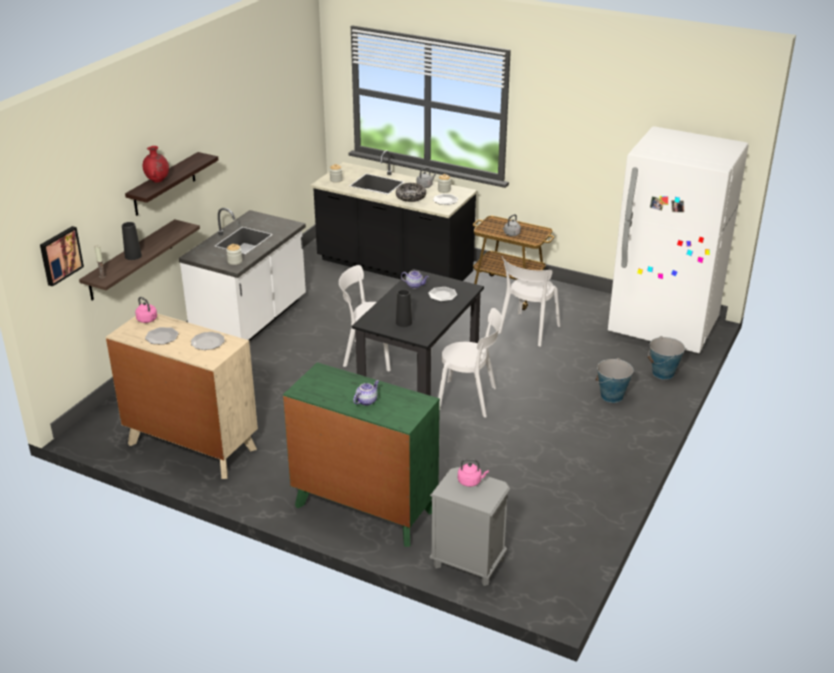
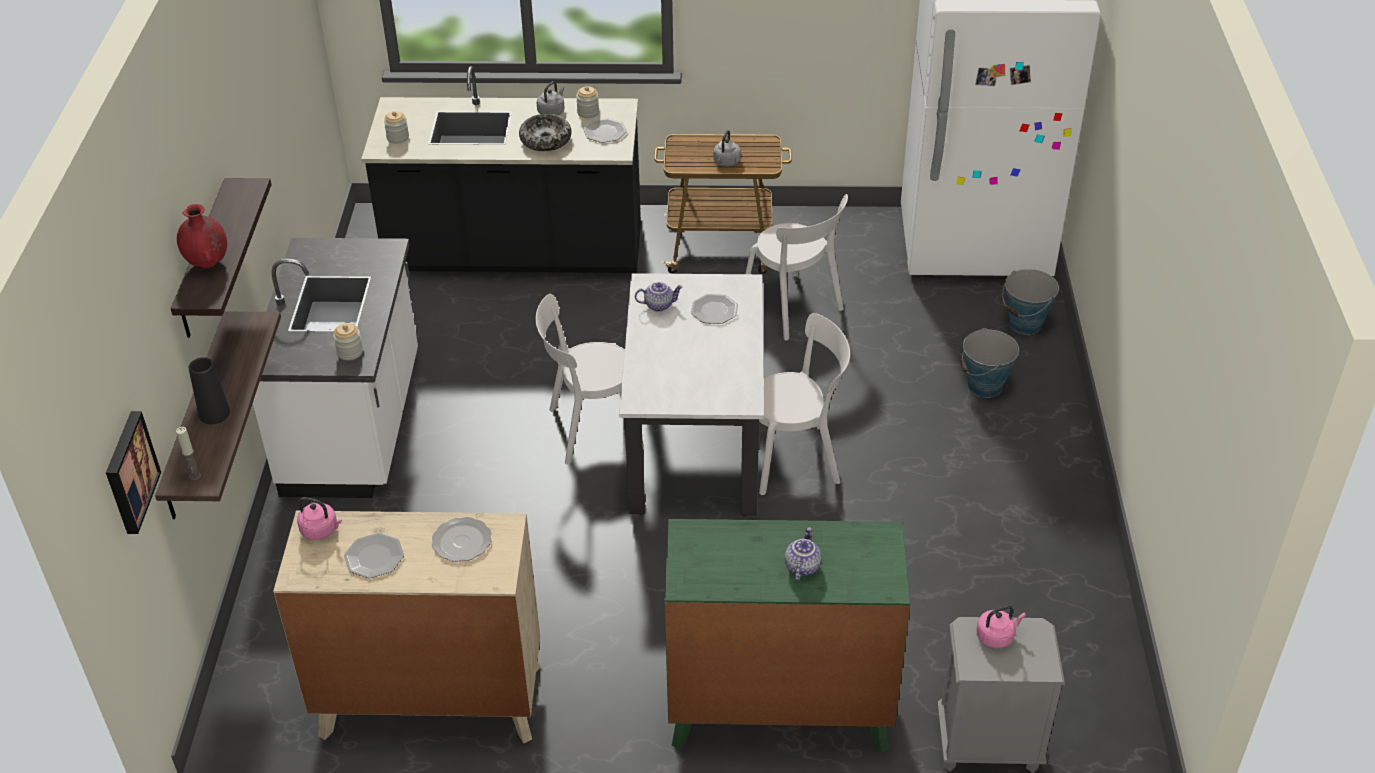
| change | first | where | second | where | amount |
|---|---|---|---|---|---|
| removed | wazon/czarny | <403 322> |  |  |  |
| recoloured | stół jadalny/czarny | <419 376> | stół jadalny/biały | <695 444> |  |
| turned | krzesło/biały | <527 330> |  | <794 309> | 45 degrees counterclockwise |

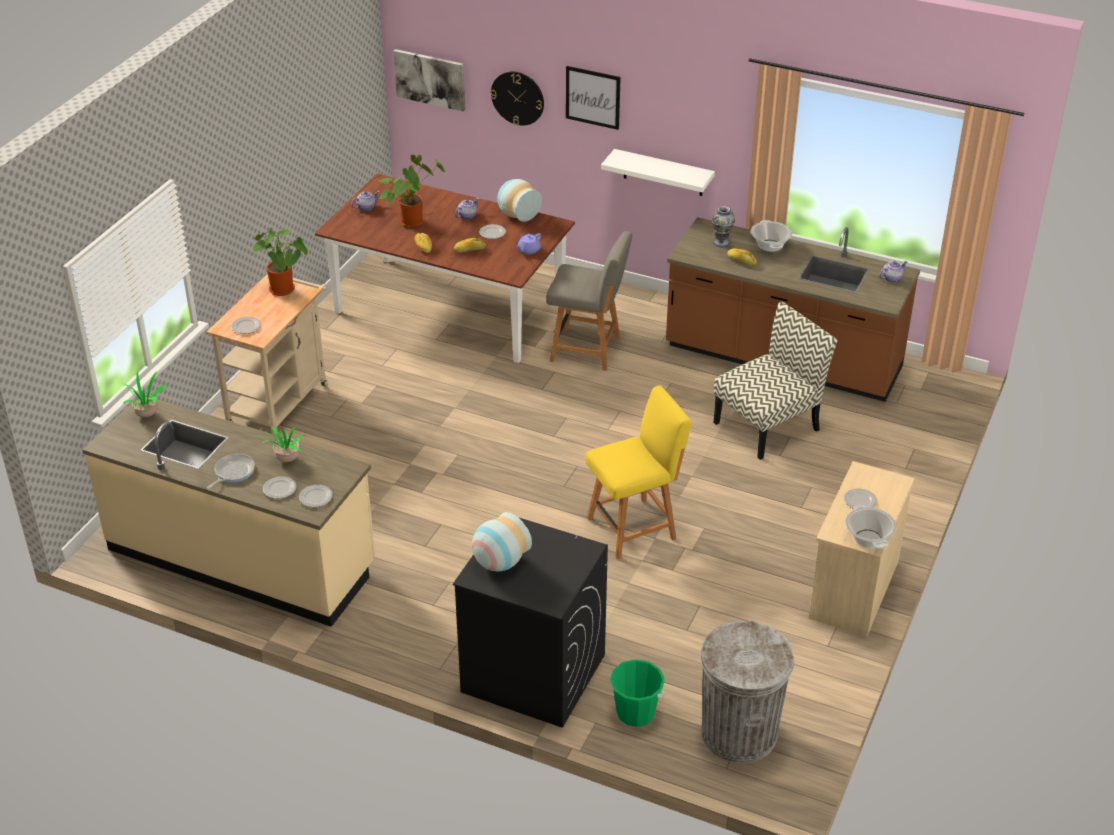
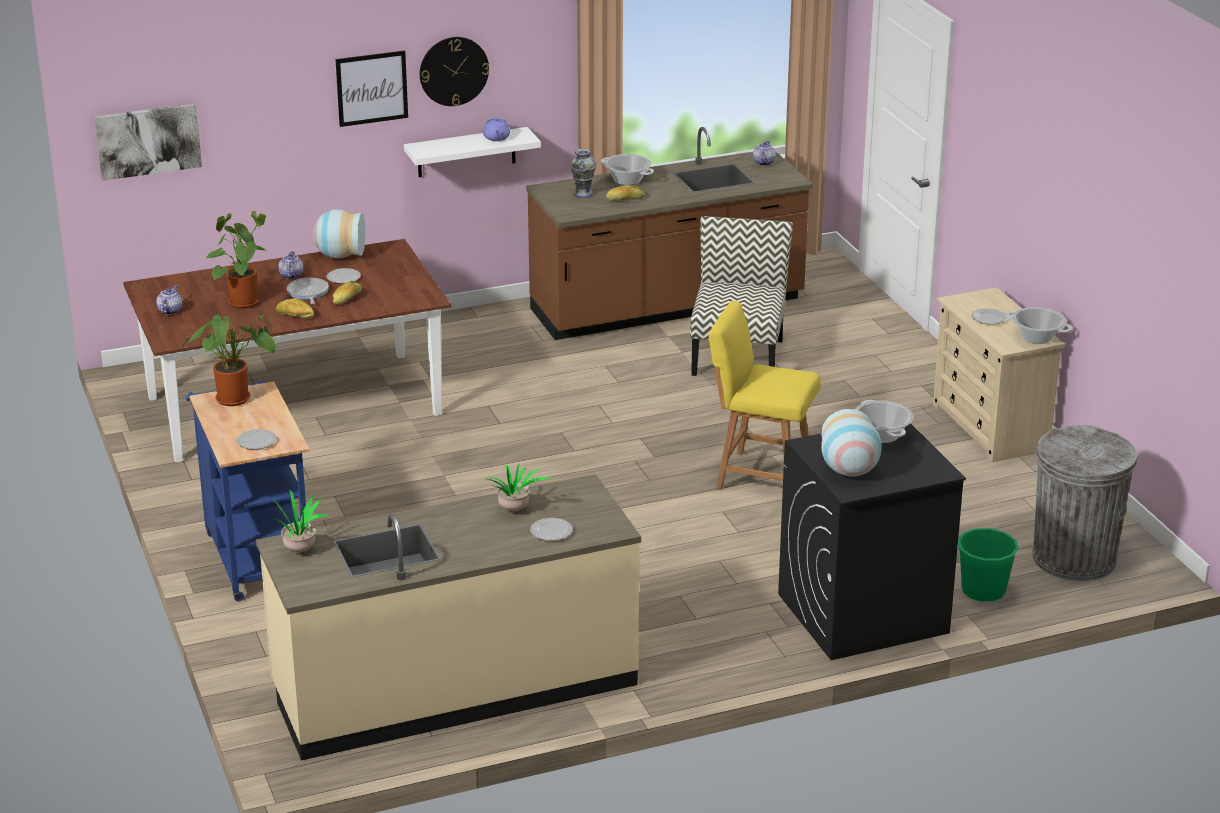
| change | first | where | second | where | amount |
|---|---|---|---|---|---|
| removed | talerz | <316 497> |  |  |  |
| removed | krzesło/szary | <588 349> |  |  |  |
| added |  |  | garnek | <882 435> |  |
| moved | patelnia | <233 472> |  | <308 293> |  |
| moved | zegar ścienny | <517 98> |  | <454 71> |  |
| moved | imbryk/fioletowy | <528 250> |  | <496 138> |  |
| recoloured | wózek/beżowy | <281 401> | wózek/niebieski | <256 555> |  |
| turned | krzesło/żółty | <634 527> |  | <760 476> | 90 degrees counterclockwise |

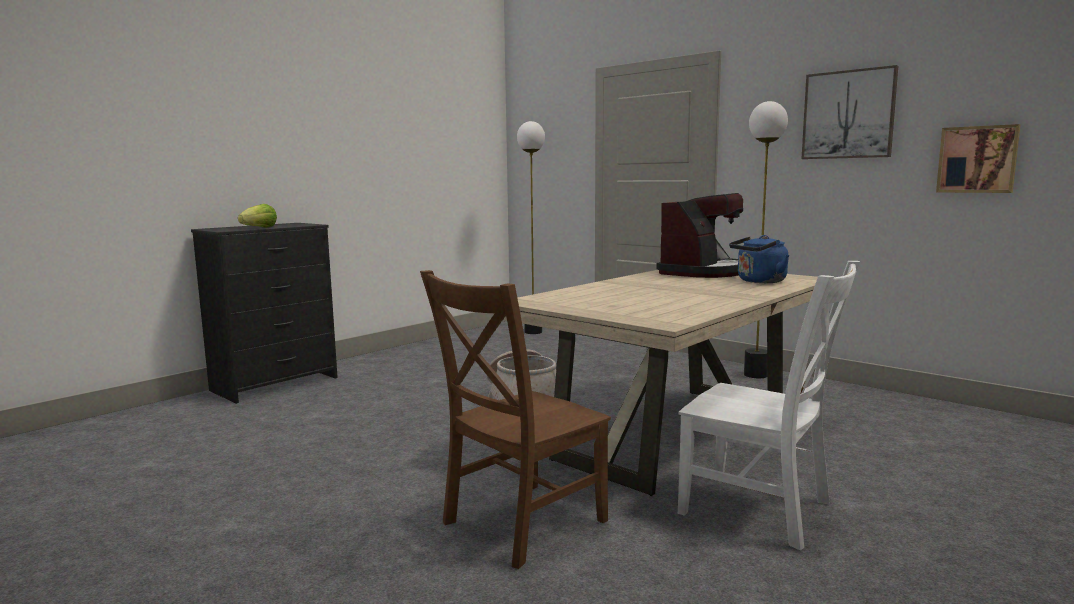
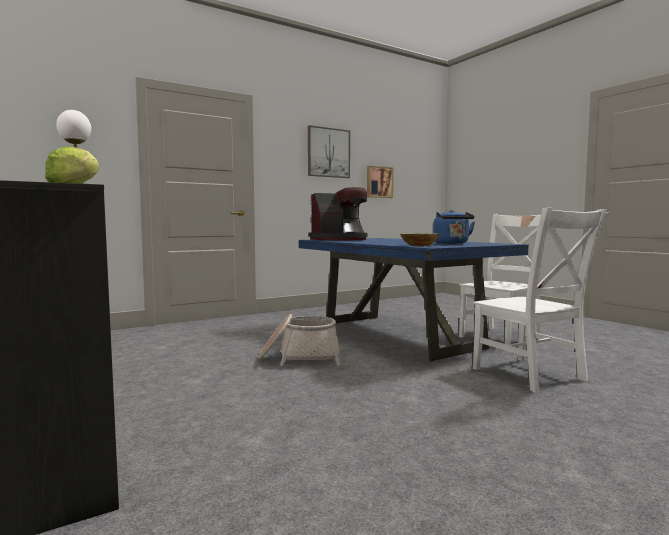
| change | first | where | second | where | amount |
|---|---|---|---|---|---|
| removed | lampa stojąca | <755 375> |  |  |  |
| added |  |  | miska | <419 245> |  |
| moved | czajnik/niebieski | <759 281> |  | <452 243> |  |
| recoloured | krzesło/brązowy | <519 524> | krzesło/biały | <531 376> |  |
| recoloured | stół jadalny/beżowy | <675 434> | stół jadalny/niebieski | <397 335> |  |
| turned | ekspres do kawy | <703 272> |  | <339 239> | 105 degrees clockwise |

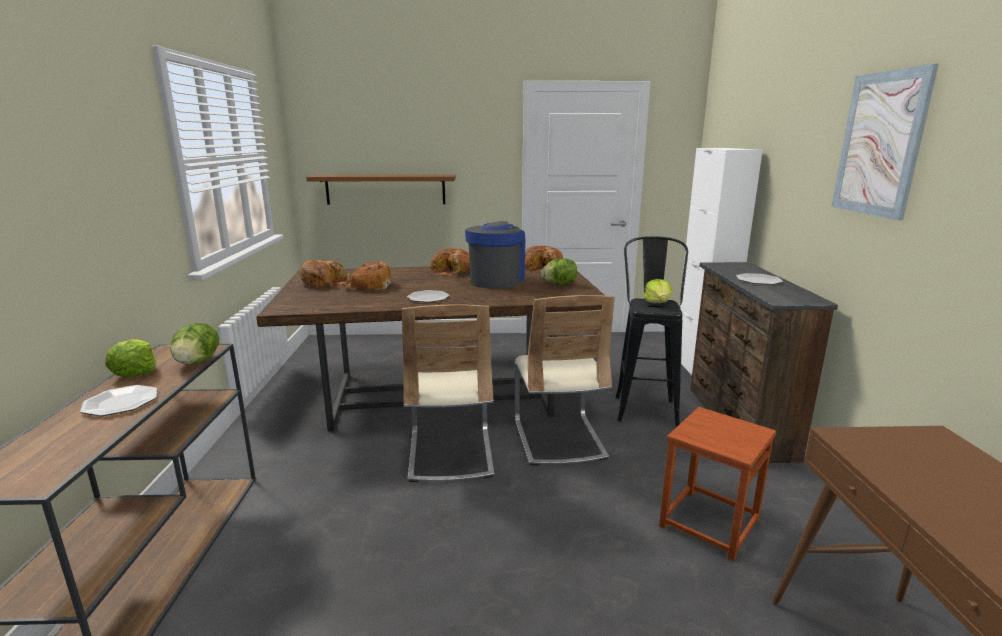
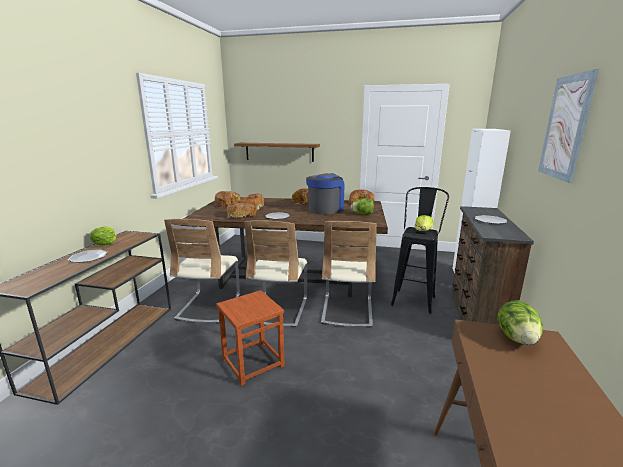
| change | first | where | second | where | amount |
|---|---|---|---|---|---|
| added |  |  | krzesło/beżowy | <209 307> |  |
| added |  |  | chleb | <241 215> |  |
| moved | sałata | <197 362> |  | <517 338> |  |
| moved | stołek/brązowy | <708 522> |  | <253 362> |  |

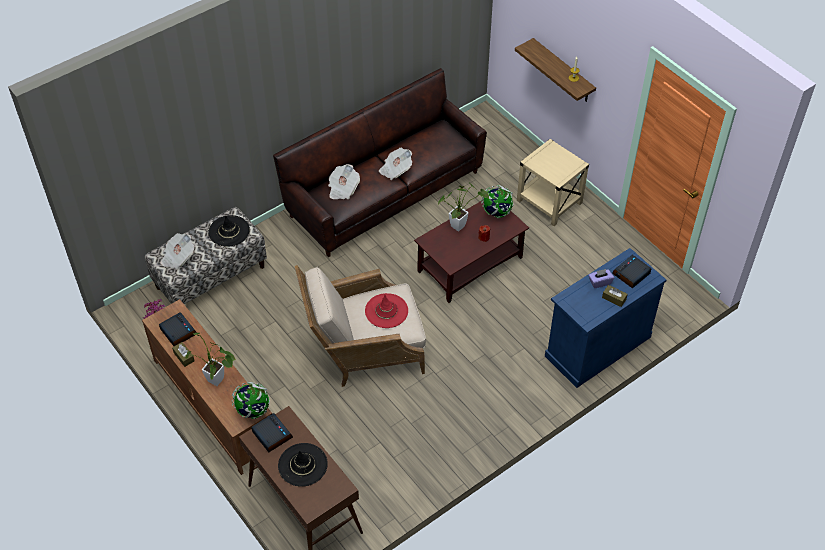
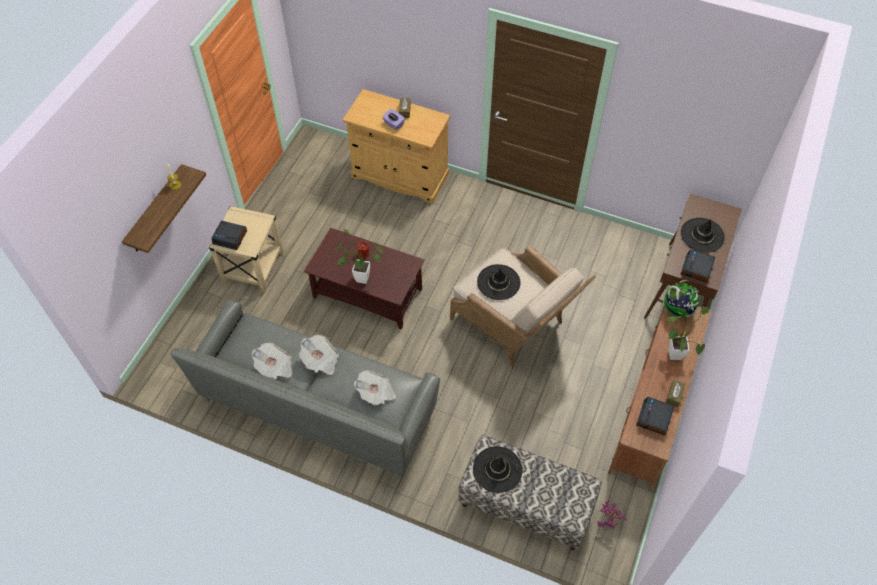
| change | first | where | second | where | amount |
|---|---|---|---|---|---|
| removed | globus | <496 212> |  |  |  |
| moved | gazeta | <178 257> |  | <274 367> |  |
| moved | budzik | <631 274> |  | <230 237> |  |
| recoloured | kanapa/brązowy | <384 194> | kanapa/szary | <317 407> |  |
| recoloured | kapelusz/czerwony | <386 311> | kapelusz/czarny | <498 282> |  |
| recoloured | szafka/niebieski | <597 346> | szafka/beżowy | <399 175> |  |

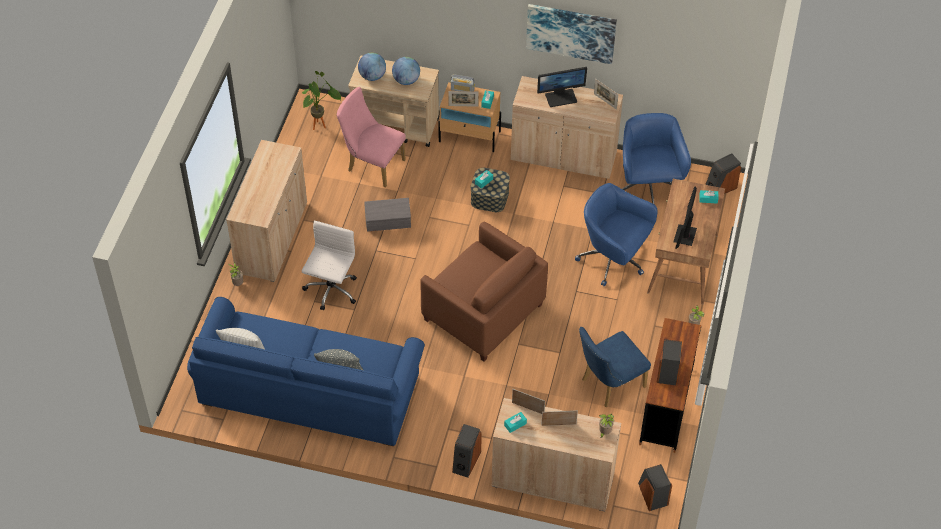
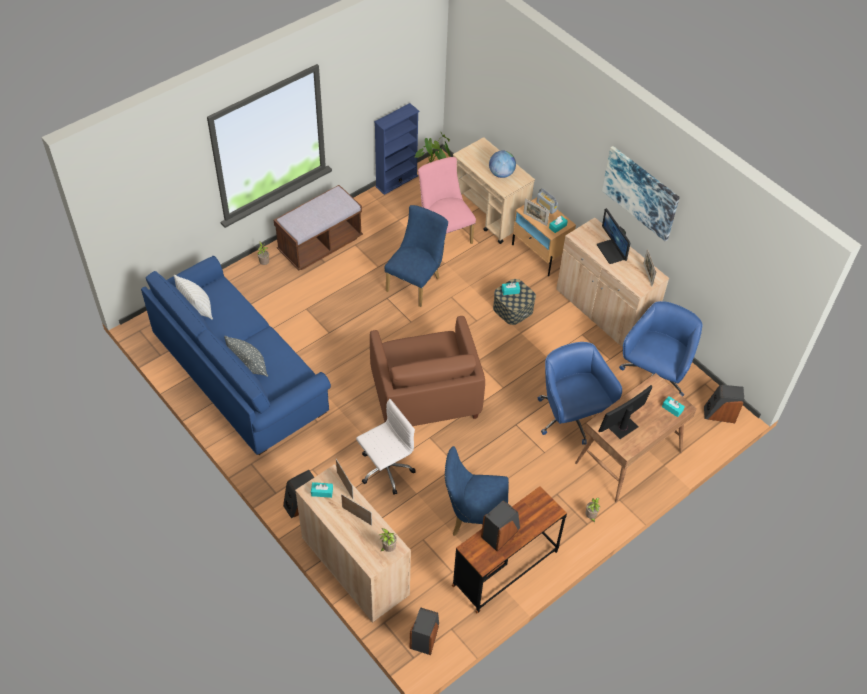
| change | first | where | second | where | amount |
|---|---|---|---|---|---|
| removed | globus | <372 76> |  |  |  |
| added |  |  | regał/niebieski | <396 181> |  |
| moved | krzesło biurowe/biały | <331 291> |  | <385 470> |  |
| replaced | szafka/beżowy | <272 238> | ławka/brązowy | <320 245> |  |
| replaced | pojemnik do przechowywania/szary | <388 222> | krzesło/niebieski | <416 282> |  |
| turned | monitor | <561 97> |  | <612 251> | 45 degrees clockwise |

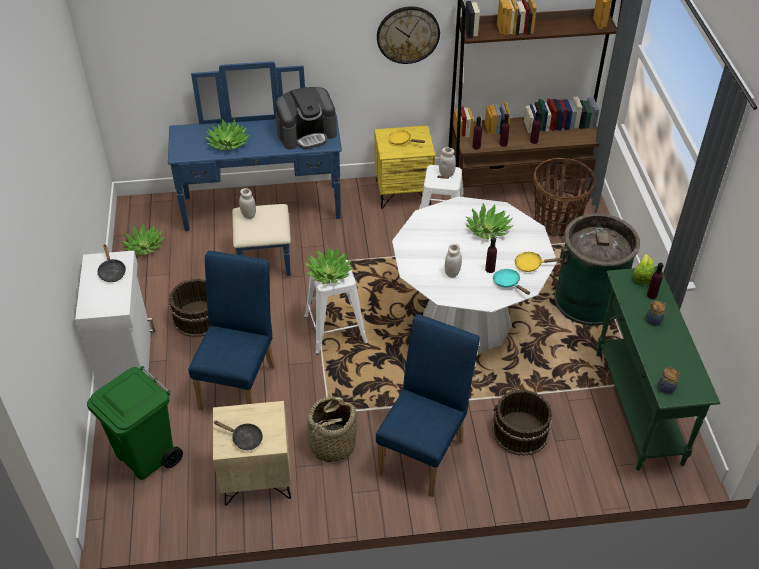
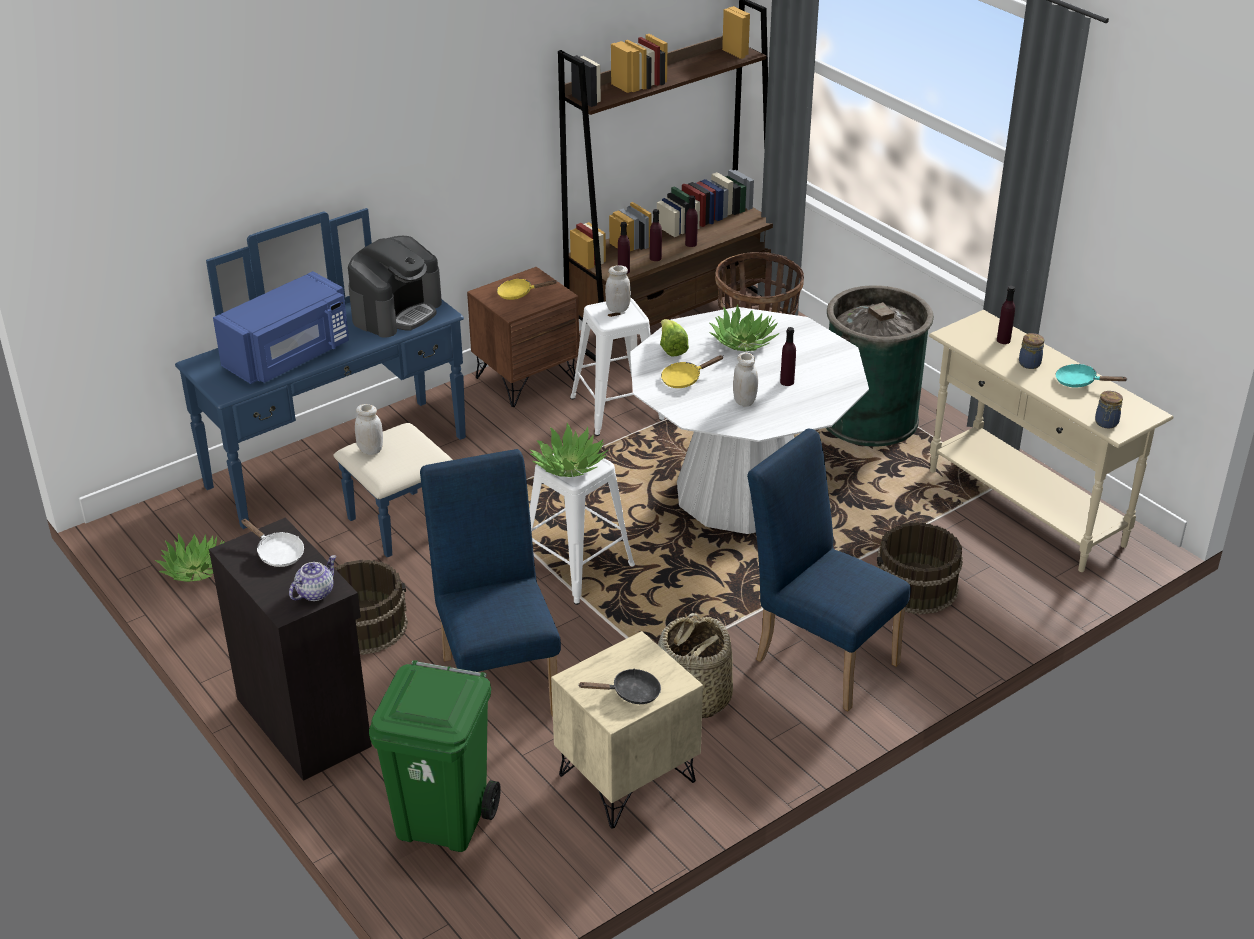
| change | first | where | second | where | amount |
|---|---|---|---|---|---|
| removed | zegar ścienny | <408 34> |  |  |  |
| added |  |  | imbryk | <315 592> |  |
| moved | patelnia/turkusowy | <508 283> |  | <1080 382> |  |
| moved | patelnia/żółty | <531 265> |  | <684 379> |  |
| moved | sałata | <642 276> |  | <671 348> |  |
| replaced | roślina doniczkowa | <228 143> | mikrofalówka/niebieski | <290 356> |  |
| recoloured | szafka/biały | <128 362> | szafka/czarny | <305 720> |  |
| recoloured | patelnia/czarny | <111 272> | patelnia/biały | <277 553> |  |
| recoloured | szafka nocna/żółty | <403 192> | szafka nocna/brązowy | <526 379> |  |
| recoloured | stolik konsolowy/zielony | <637 408> | stolik konsolowy/beżowy | <1025 508> |  |
| turned | krzesło/niebieski | <424 451> |  | <819 655> | 45 degrees counterclockwise |

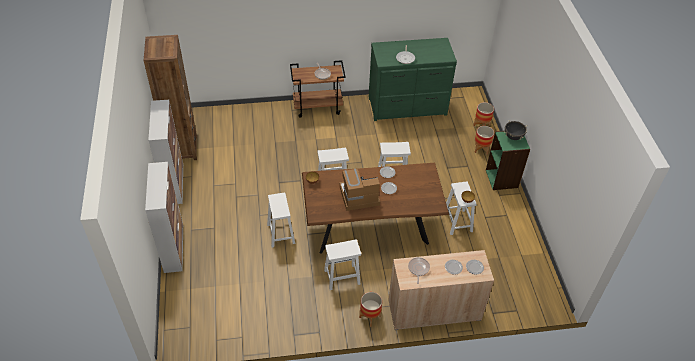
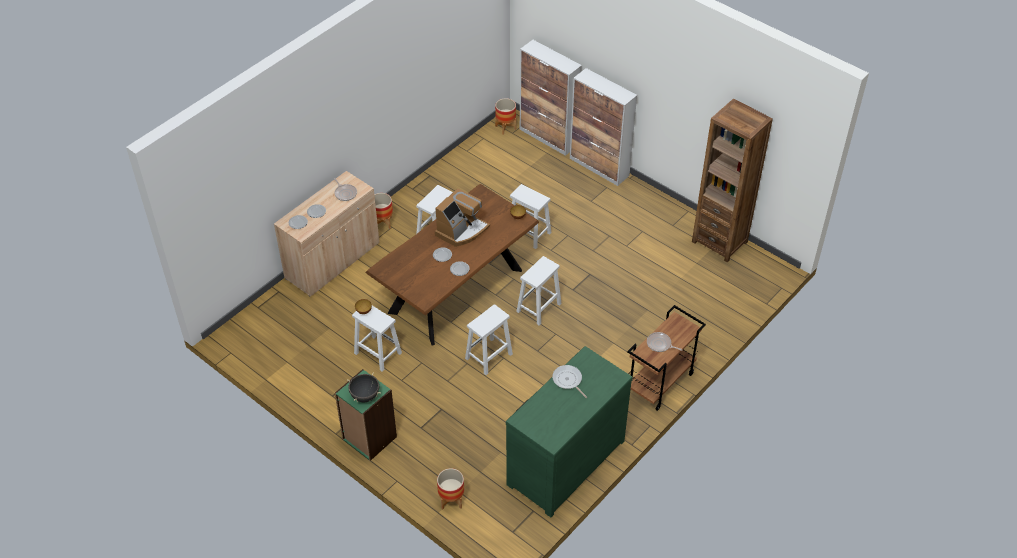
| change | first | where | second | where | amount |
|---|---|---|---|---|---|
| moved | szafka | <174 184> |  | <548 138> |  |
| moved | donica | <481 149> |  | <505 127> |  |

